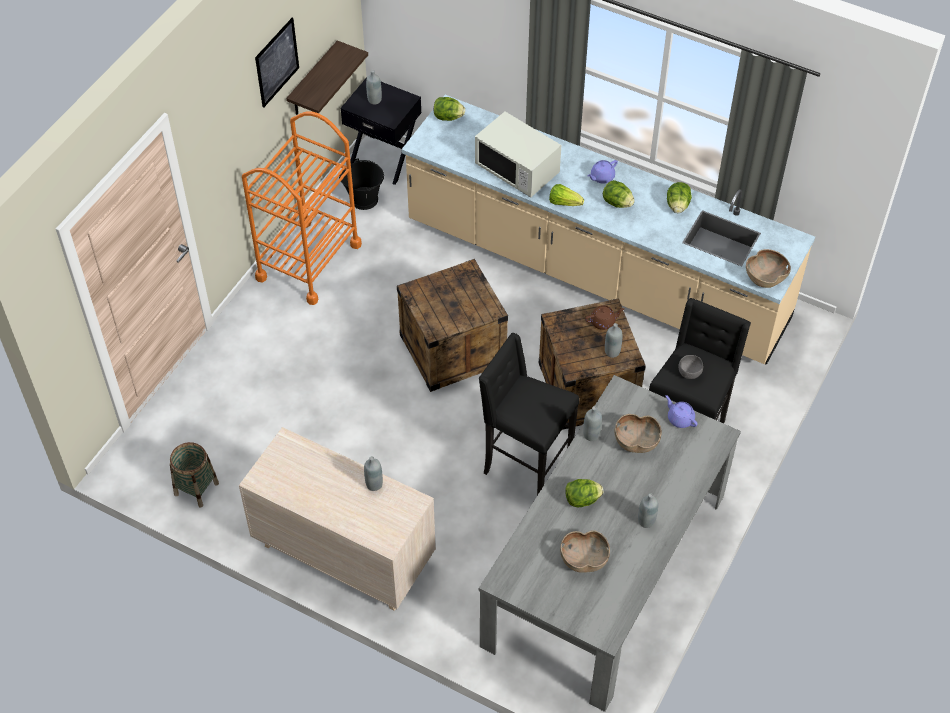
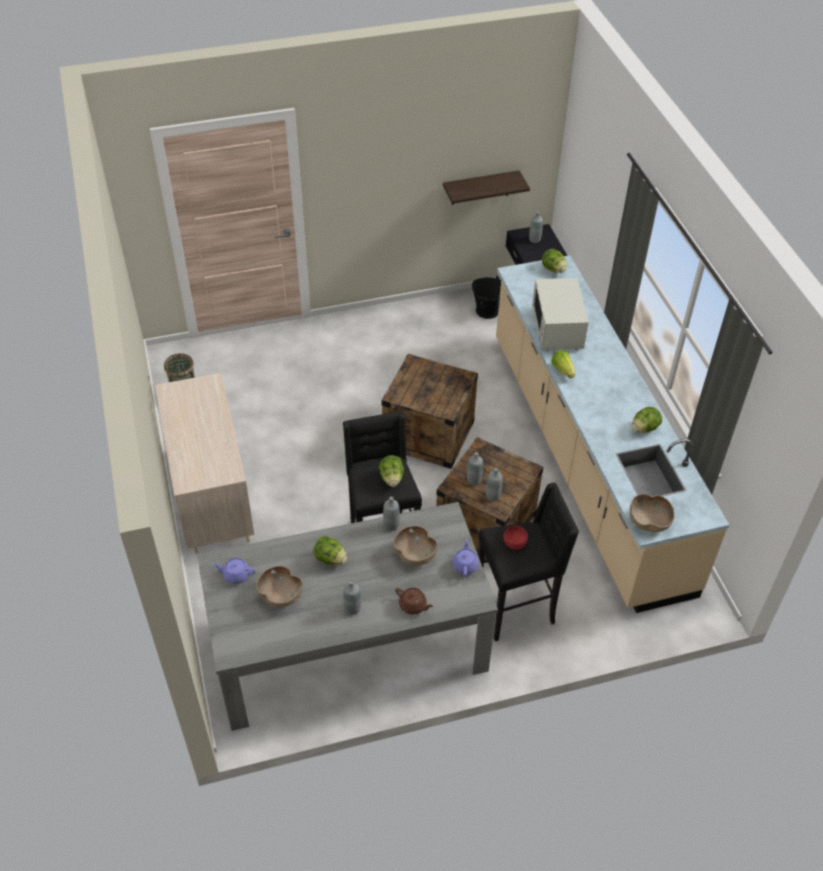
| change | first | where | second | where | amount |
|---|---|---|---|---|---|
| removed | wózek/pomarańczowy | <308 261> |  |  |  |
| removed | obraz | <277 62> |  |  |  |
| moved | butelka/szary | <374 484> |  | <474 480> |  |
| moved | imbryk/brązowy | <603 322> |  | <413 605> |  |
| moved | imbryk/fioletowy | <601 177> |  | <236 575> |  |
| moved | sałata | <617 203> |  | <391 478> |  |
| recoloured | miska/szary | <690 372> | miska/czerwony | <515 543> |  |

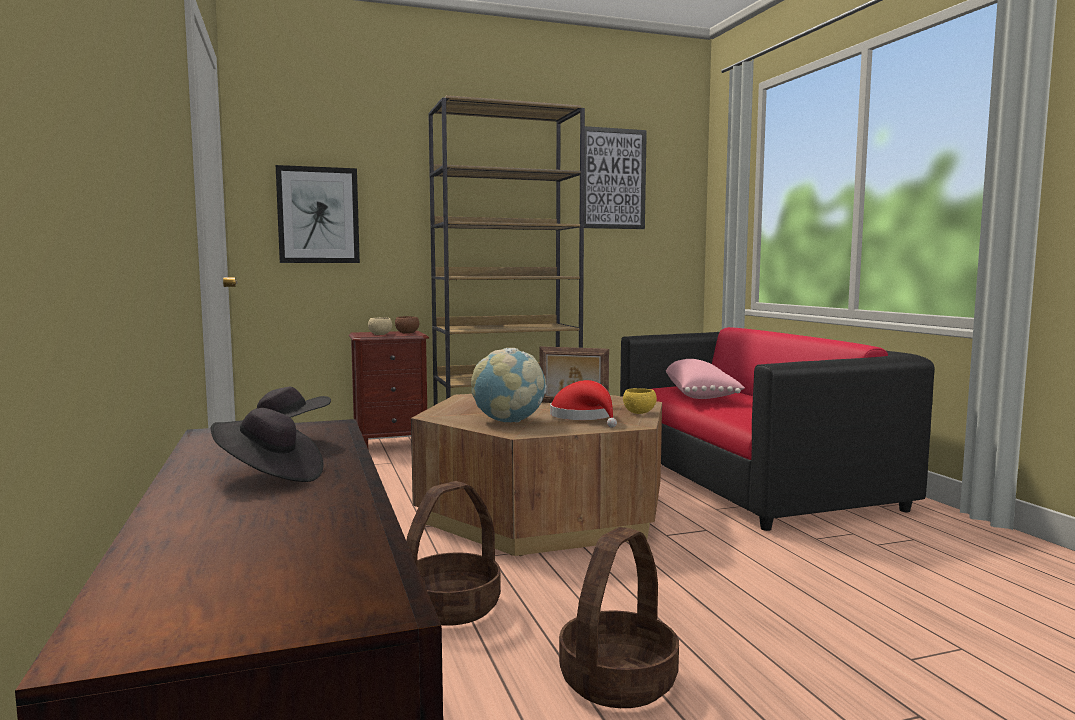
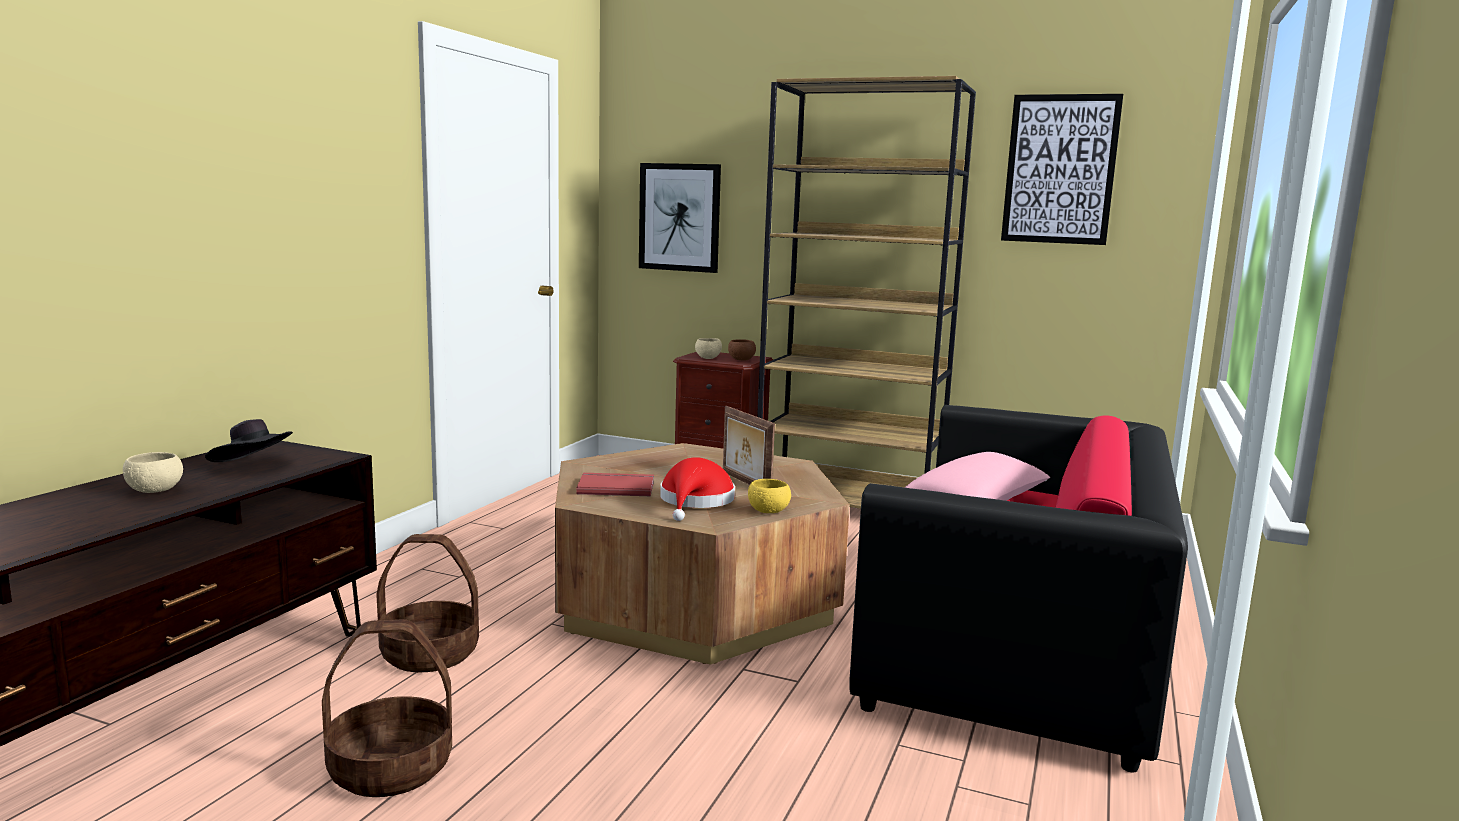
| change | first | where | second | where | amount |
|---|---|---|---|---|---|
| replaced | kapelusz/czarny | <269 476> | miska/beżowy | <155 490> |  |
| replaced | globus | <508 422> | książka/czerwony | <616 487> |  |

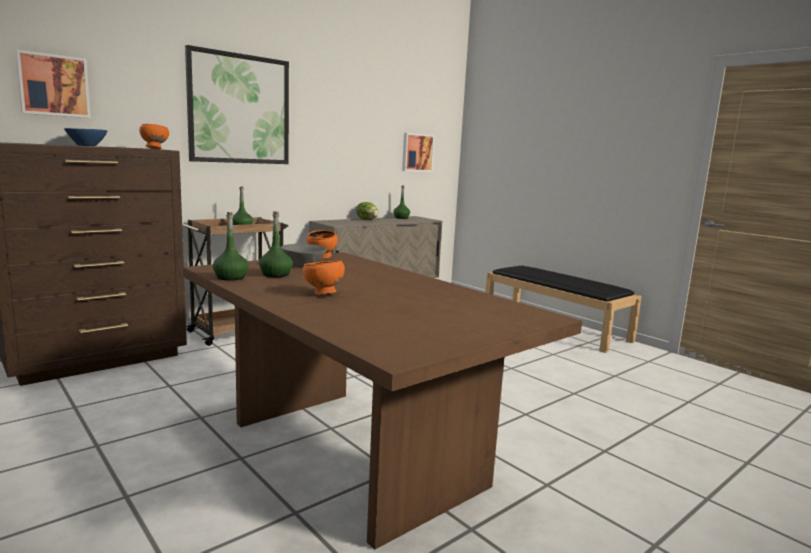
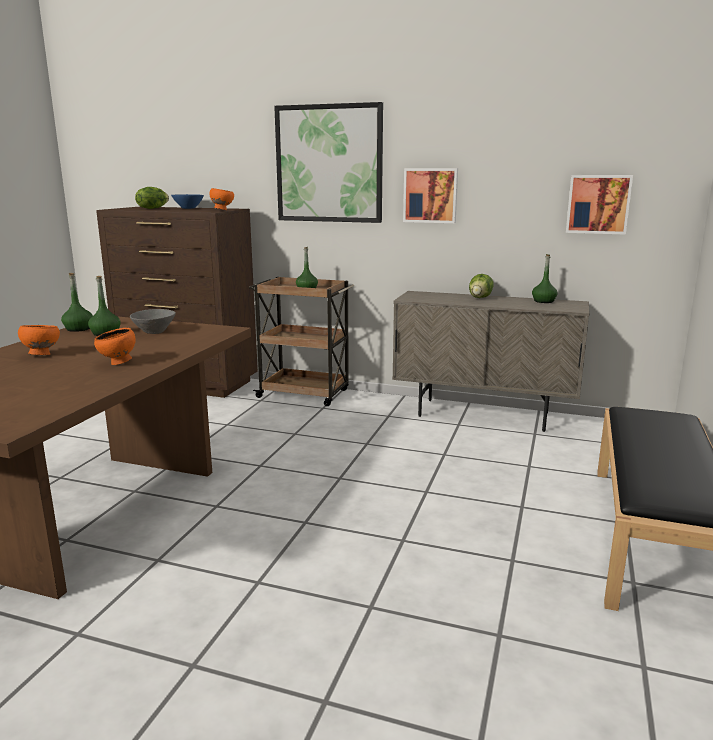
| change | first | where | second | where | amount |
|---|---|---|---|---|---|
| added |  |  | sałata | <152 208> |  |
| moved | obraz | <53 85> |  | <430 195> |  |
| moved | miska/pomarańczowy | <322 258> |  | <118 363> |  |

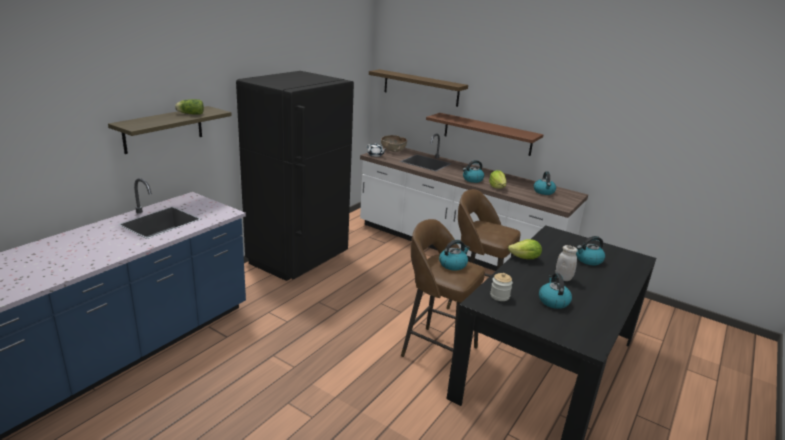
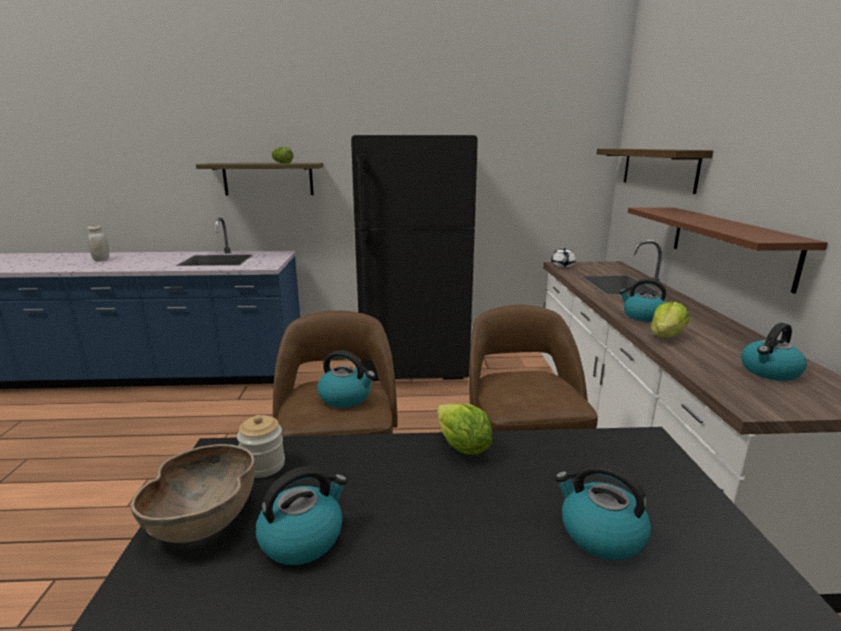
| change | first | where | second | where | amount |
|---|---|---|---|---|---|
| moved | miska/brązowy | <393 150> |  | <204 519> |  |
| moved | słoik/biały | <563 278> |  | <101 260> |  |

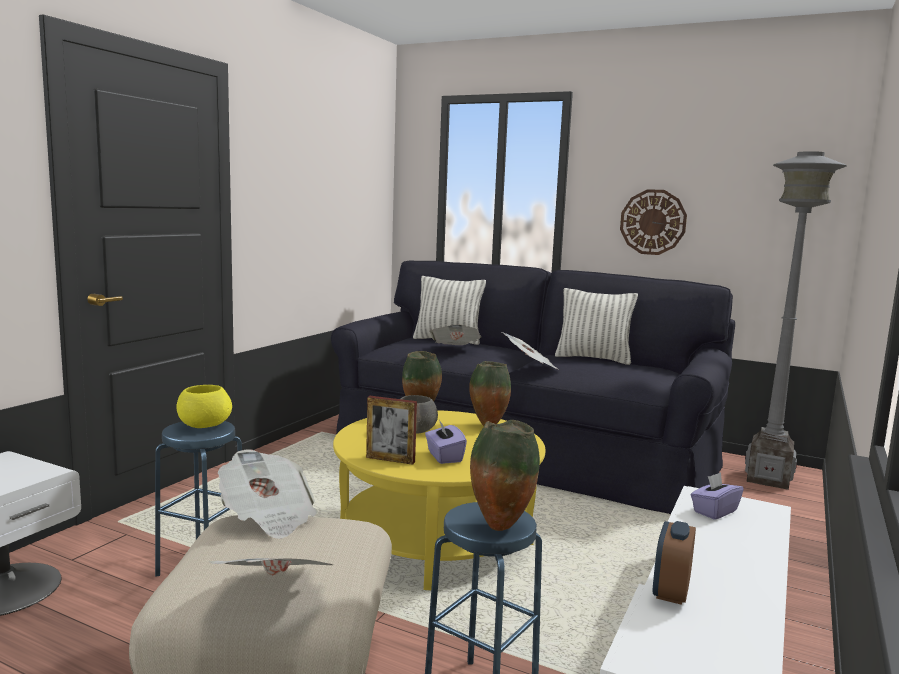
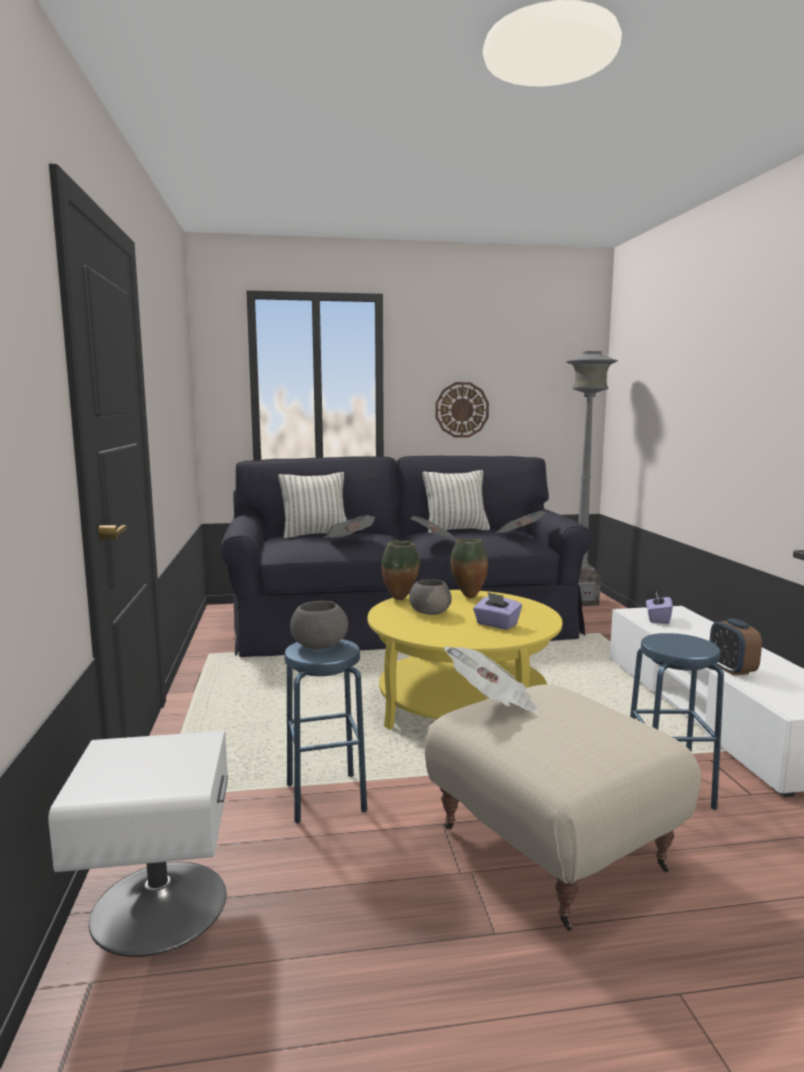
| change | first | where | second | where | amount |
|---|---|---|---|---|---|
| removed | ramka na zdjęcie | <390 460> |  |  |  |
| removed | wazon | <500 526> |  |  |  |
| moved | gazeta | <275 592> |  | <520 536> |  |
| recoloured | miska/żółty | <204 425> | miska/szary | <318 645> |  |

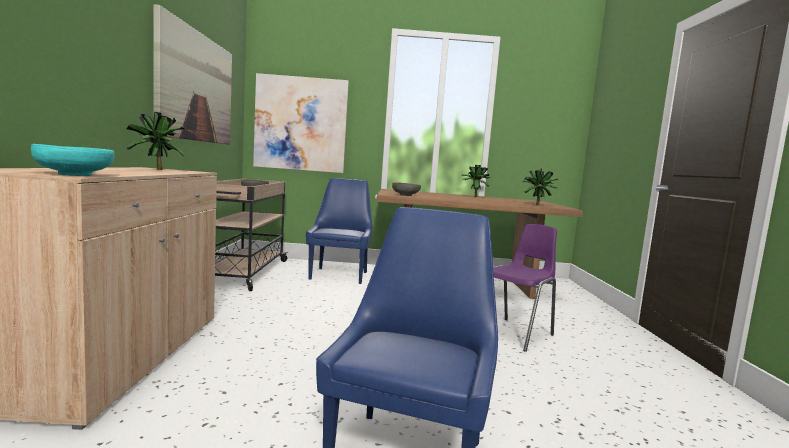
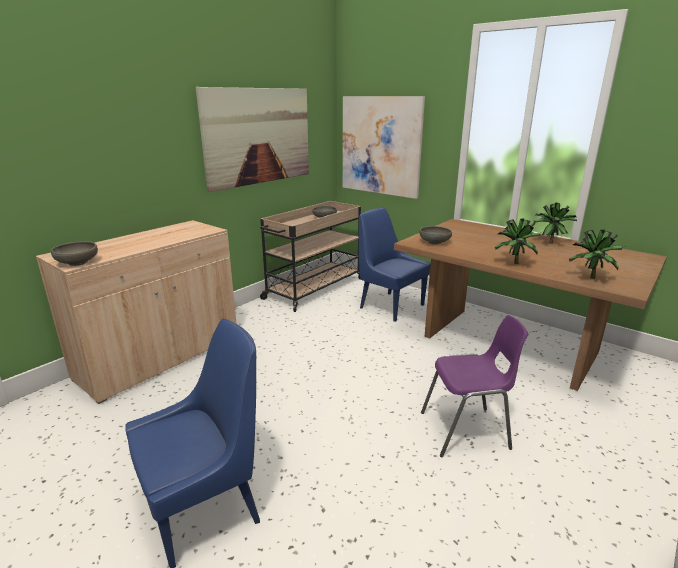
| change | first | where | second | where | amount |
|---|---|---|---|---|---|
| moved | roślina doniczkowa | <157 170> |  | <514 264> |  |
| recoloured | miska/turkusowy | <74 175> | miska/szary | <77 263> |  |
| turned | krzesło/niebieski | <339 275> |  | <389 306> | 90 degrees counterclockwise |

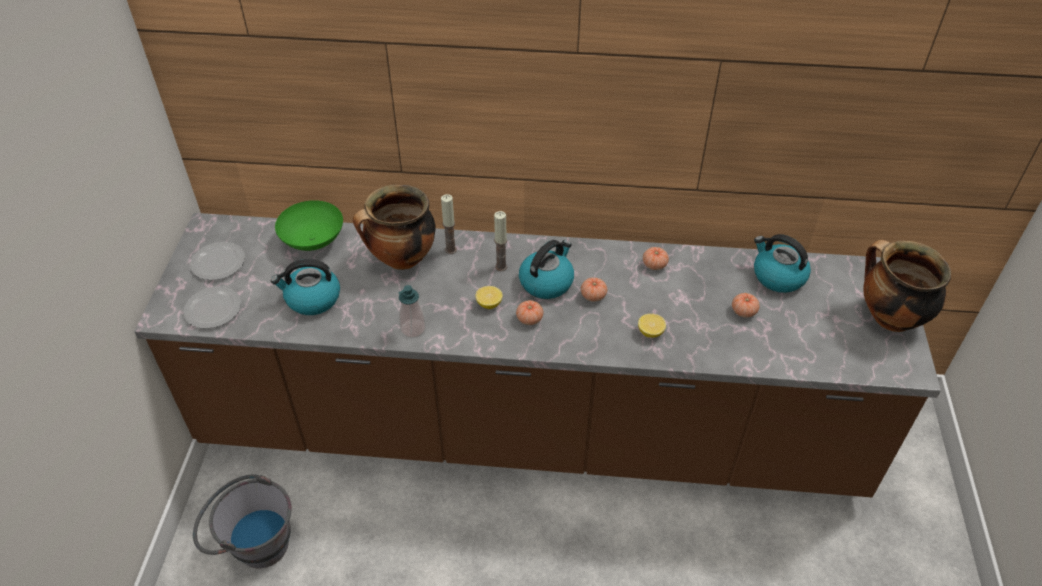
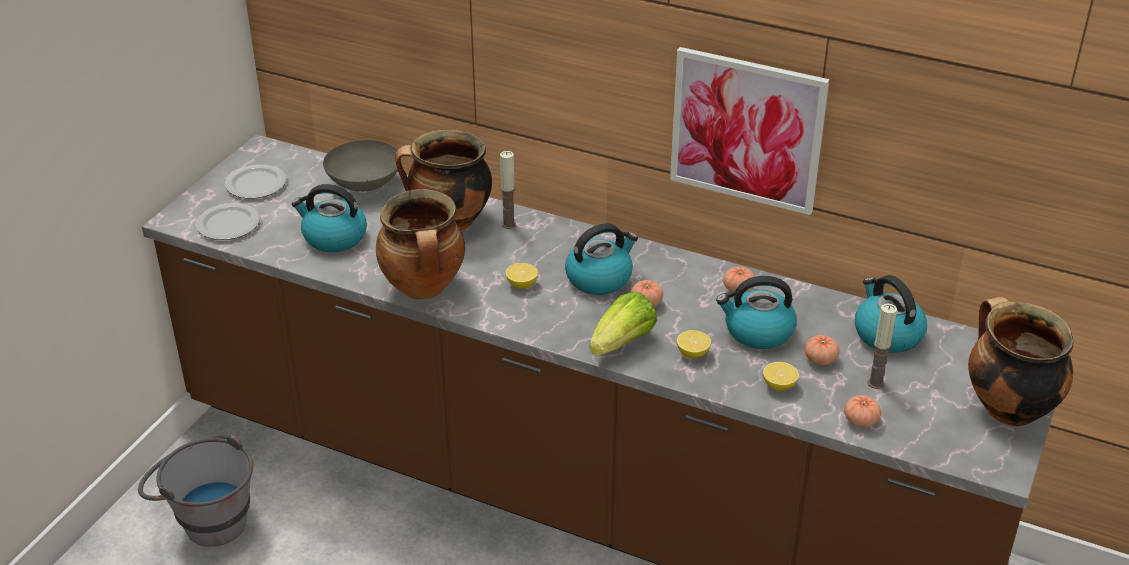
| change | first | where | second | where | amount |
|---|---|---|---|---|---|
| added |  |  | sałata | <623 343> |  |
| added |  |  | obraz | <747 130> |  |
| added |  |  | czajnik | <757 332> |  |
| added |  |  | cytryna | <779 386> |  |
| moved | świeca | <501 266> |  | <875 383> |  |
| moved | pomidor | <529 319> |  | <861 420> |  |
| replaced | dozownik mydła | <413 329> | garnek | <424 289> |  |
| recoloured | miska/zielony | <313 240> | miska/szary | <365 184> |  |

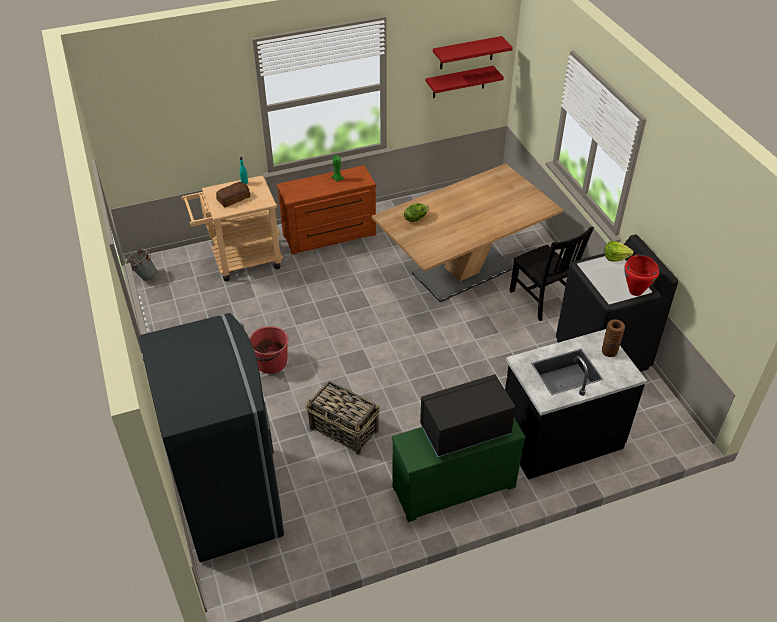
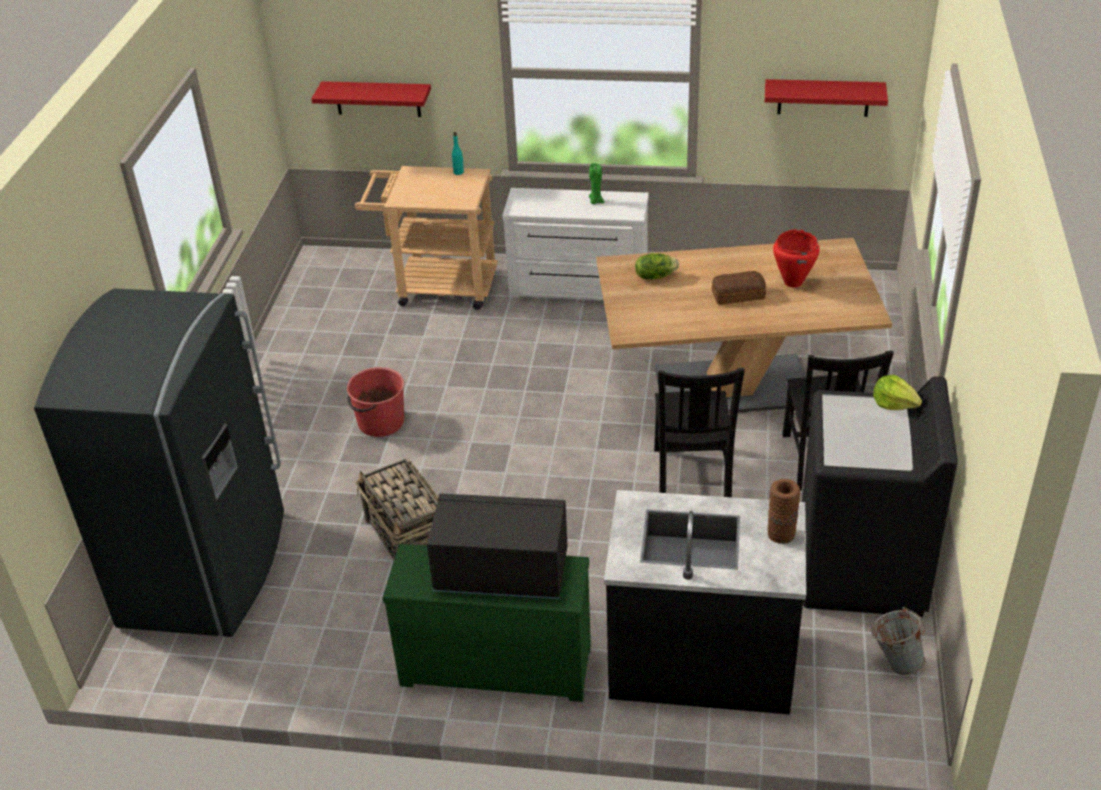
| change | first | where | second | where | amount |
|---|---|---|---|---|---|
| added |  |  | krzesło/czarny | <691 478> |  |
| moved | wiadro/szary | <144 276> |  | <894 661> |  |
| moved | chleb | <233 198> |  | <737 295> |  |
| moved | półka/czerwony | <466 53> |  | <377 99> |  |
| moved | garnek/czerwony | <635 291> |  | <792 282> |  |
| recoloured | komoda/brązowy | <330 236> | komoda/biały | <578 287> |  |

